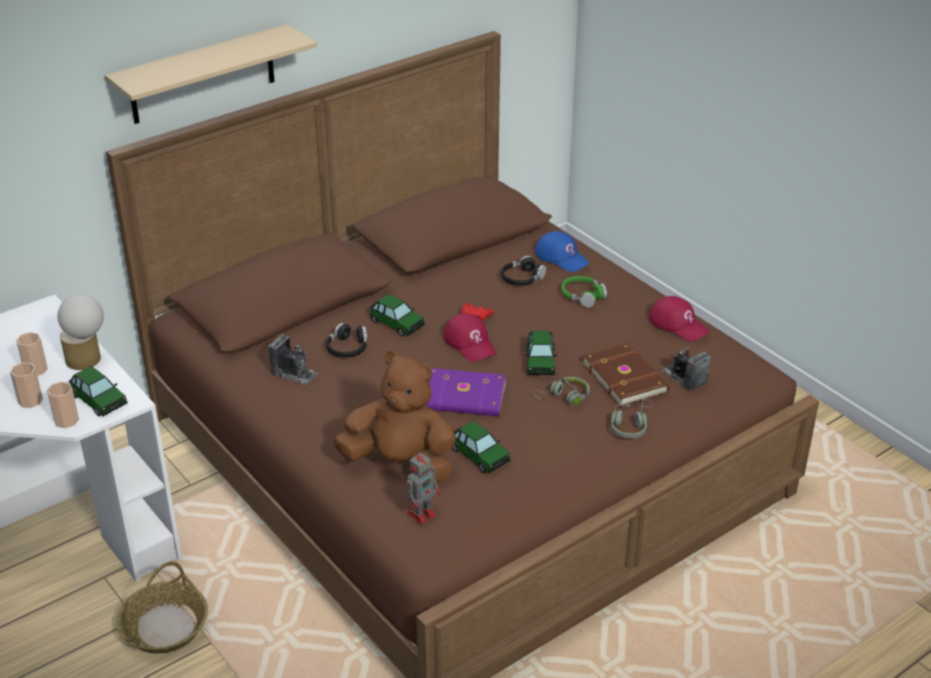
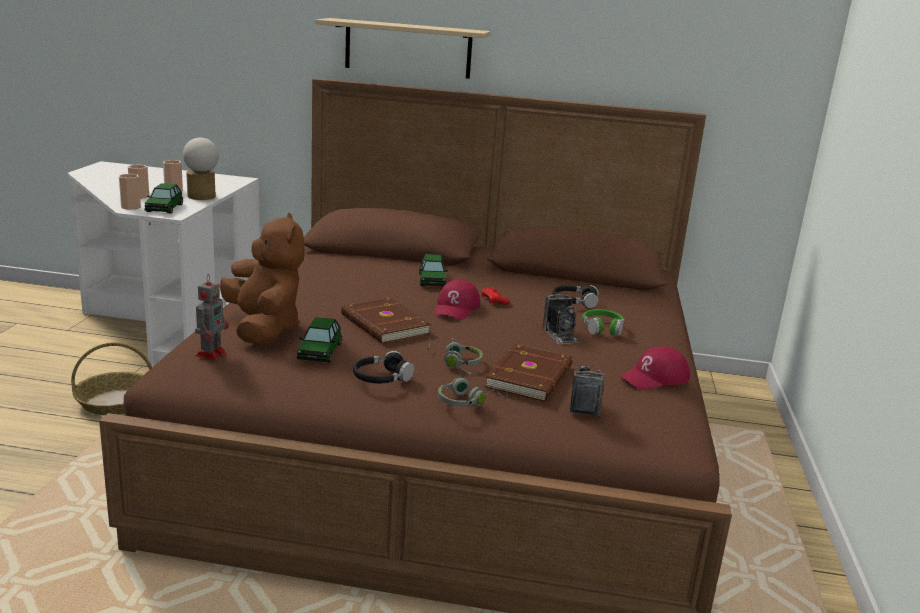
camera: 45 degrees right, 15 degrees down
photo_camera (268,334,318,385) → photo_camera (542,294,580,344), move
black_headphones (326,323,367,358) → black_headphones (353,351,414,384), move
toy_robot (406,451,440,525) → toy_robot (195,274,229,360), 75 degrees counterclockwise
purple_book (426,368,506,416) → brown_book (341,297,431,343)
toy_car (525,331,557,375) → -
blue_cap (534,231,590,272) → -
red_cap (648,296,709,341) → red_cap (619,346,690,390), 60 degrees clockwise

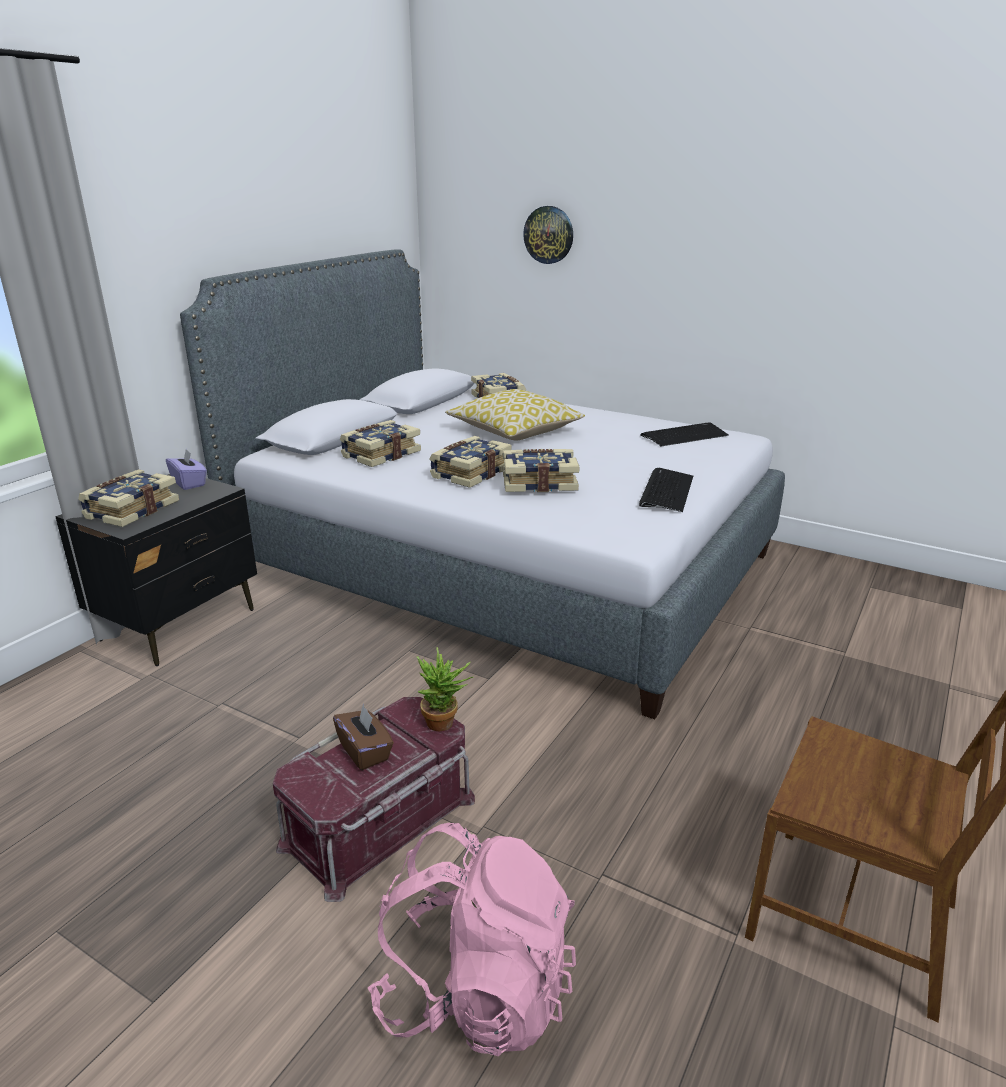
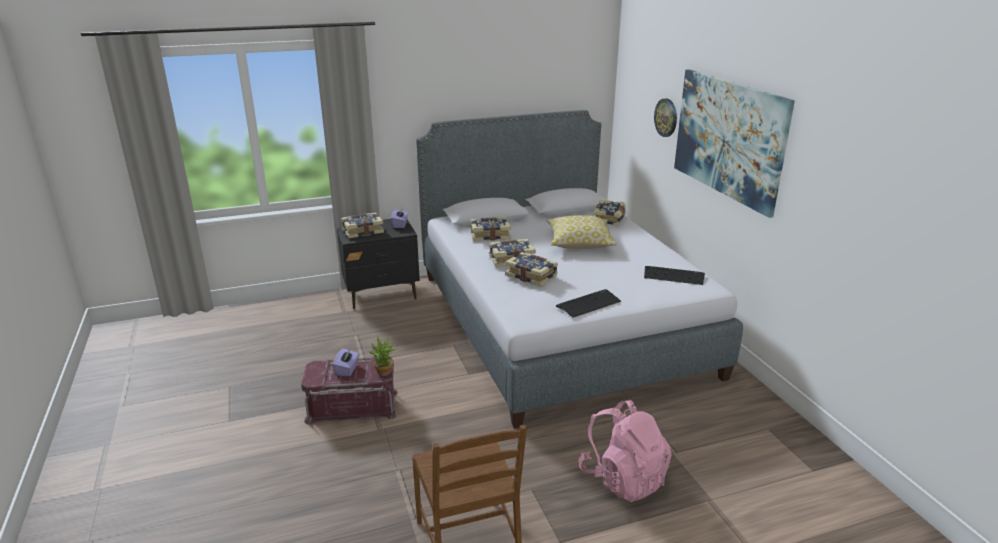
camera: 40 degrees right, 0 degrees up
brown_tissue_box (333,704,394,770) → purple_tissue_box (333,349,359,376)
pink_backpack (368,823,576,1056) → pink_backpack (578,400,672,502), move
- → picture (674,69,795,218)

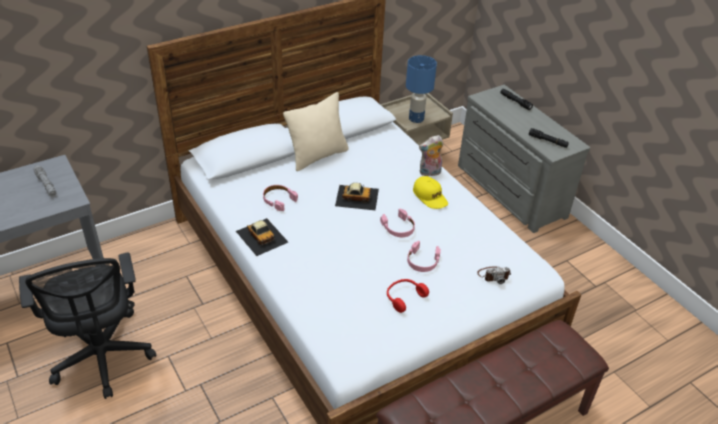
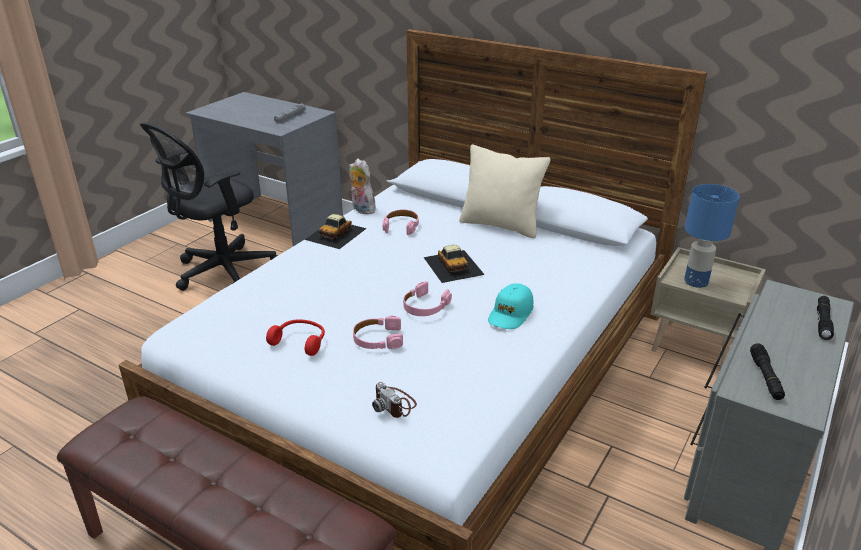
camera: 65 degrees right, 10 degrees down
yellow_cap (413,176,448,209) → turquoise_cap (488,283,534,329)
plush_toy (419,135,443,176) → plush_toy (349,158,376,214), move

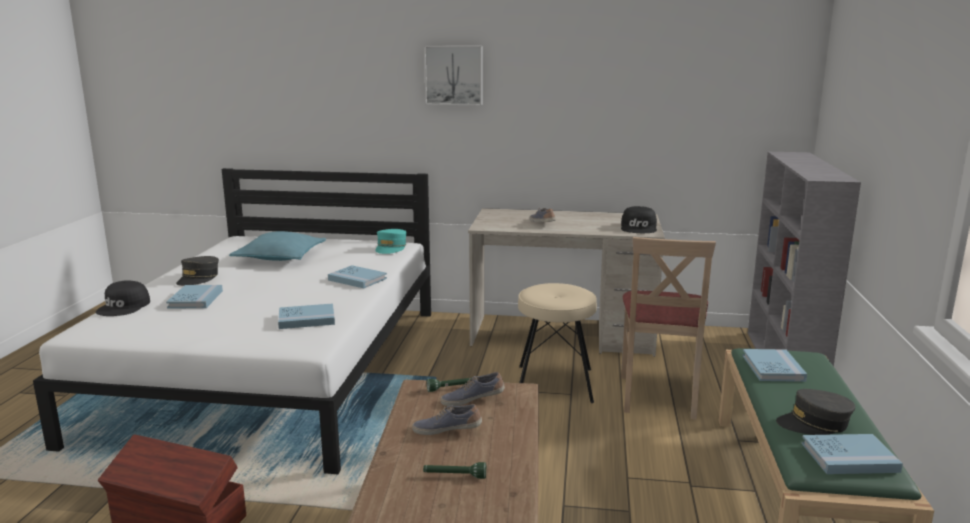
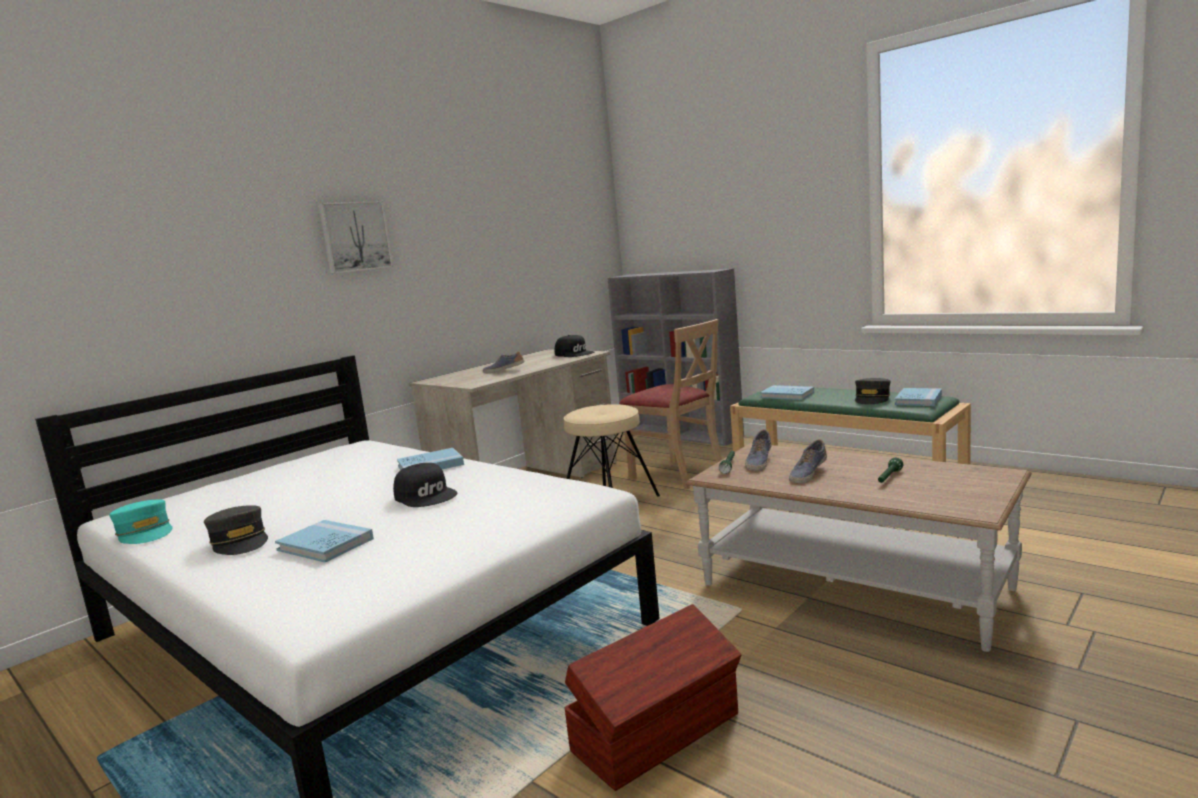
camera: 55 degrees left, 5 degrees down
black_cap (96,281,150,316) → black_cap (393,463,457,507), move
turquoise_pillow (229,231,326,261) → -
blue_book (278,303,335,329) → -
turquoise_cap (375,229,407,254) → turquoise_cap (109,500,173,544), move

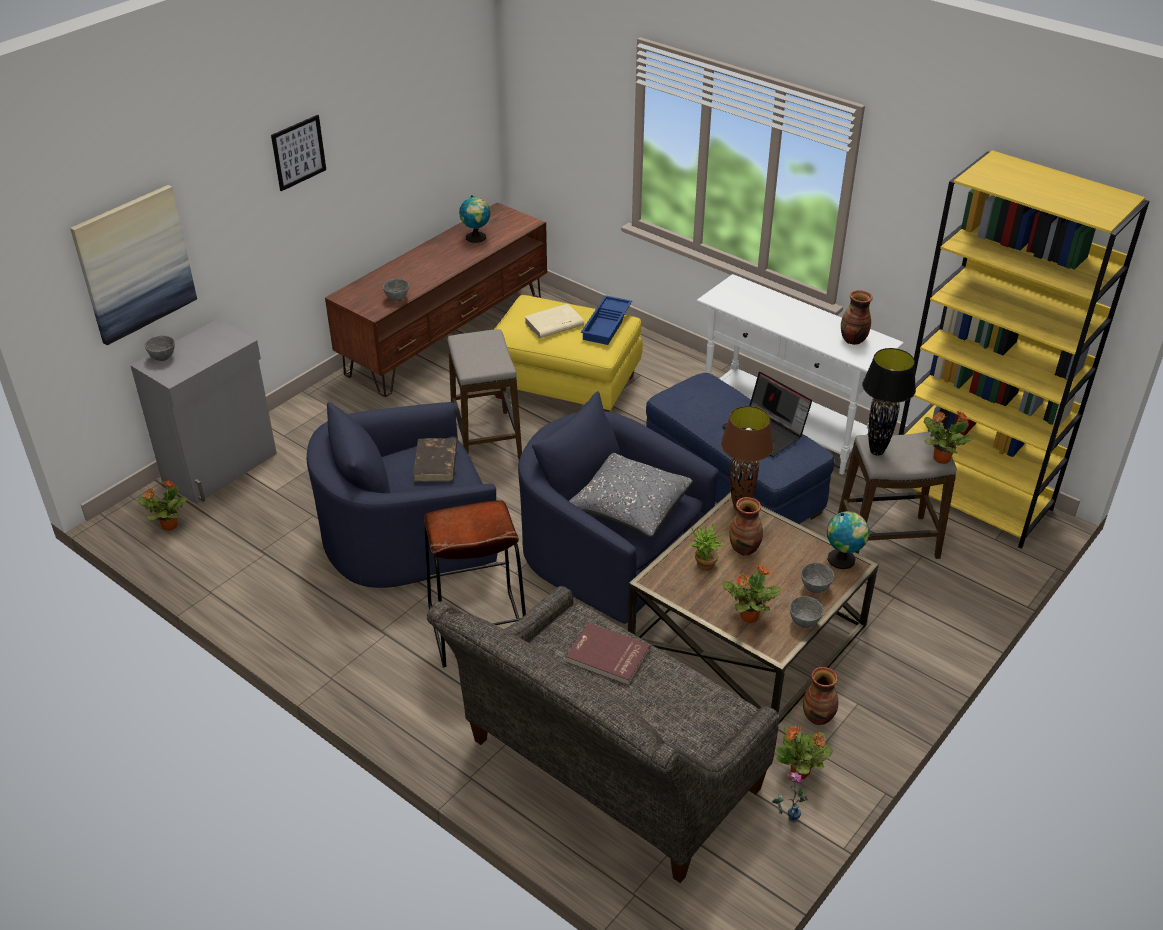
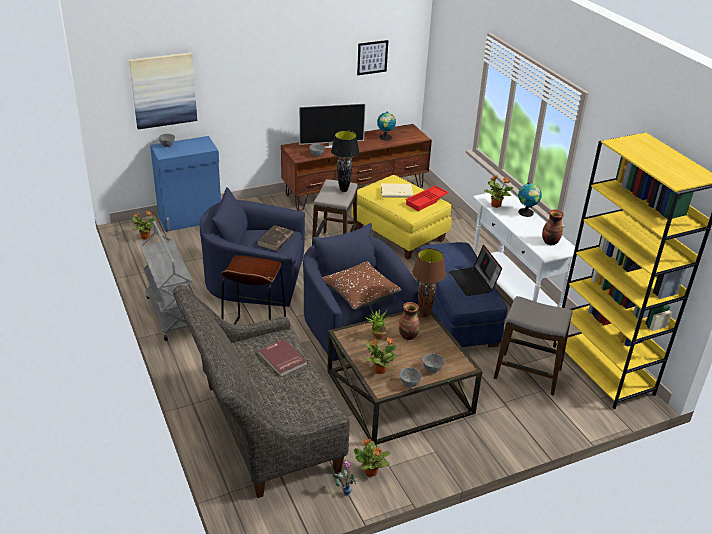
camera: 25 degrees right, 5 degrees down
grey_cabinet (130,319,277,504) → blue_cabinet (150,136,221,232)
picture (271,115,326,191) → picture (357,40,388,75), move
grey_pillow (569,453,693,538) → brown_pillow (322,262,402,310)
blue_tray (581,295,632,345) → red_tray (405,185,449,211)
vase (803,667,838,725) → -
globe (827,511,869,569) → globe (518,182,542,217), move
black_table_lamp (862,348,916,456) → black_table_lamp (331,130,359,192), move
potted_plant (924,411,974,464) → potted_plant (484,176,514,208), move
- → grey_cart (140,221,192,341)
- → television (299,103,366,148)

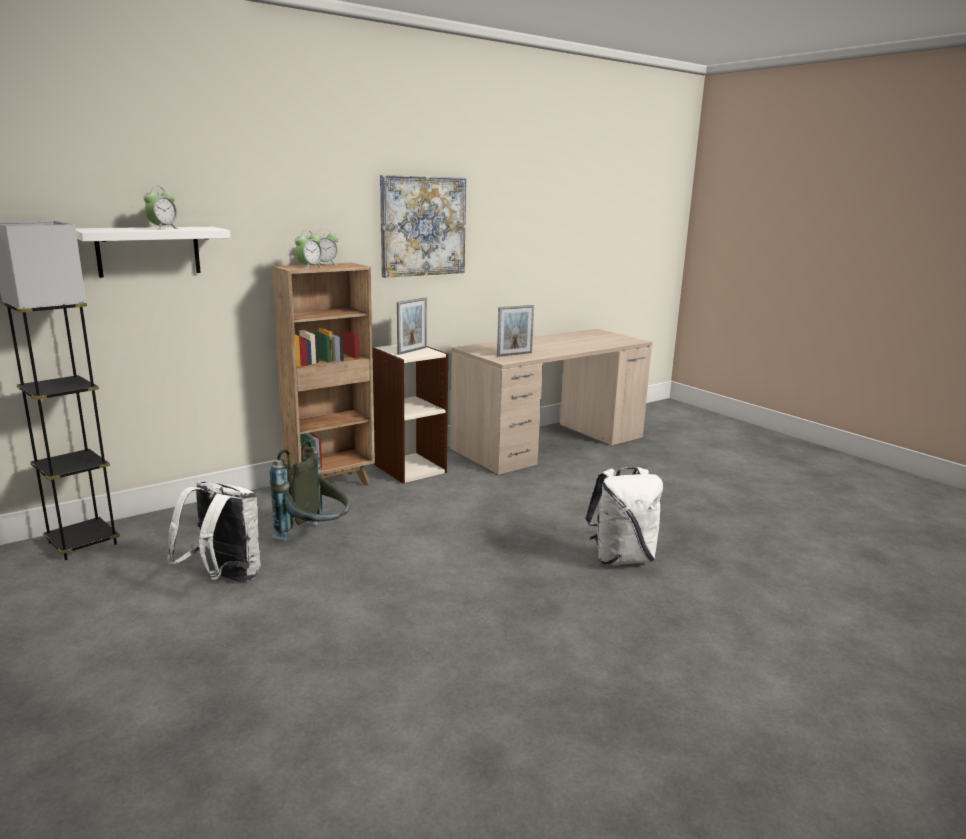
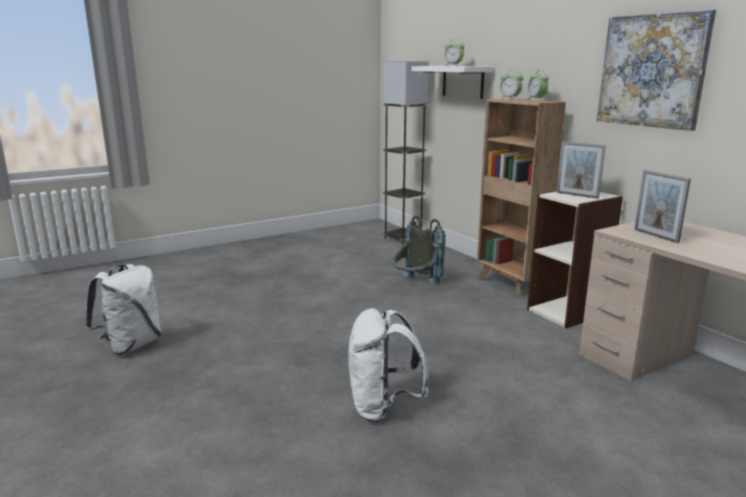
camera: 95 degrees right, 0 degrees up
white_backpack (167,481,261,582) → white_backpack (85,264,161,355), move

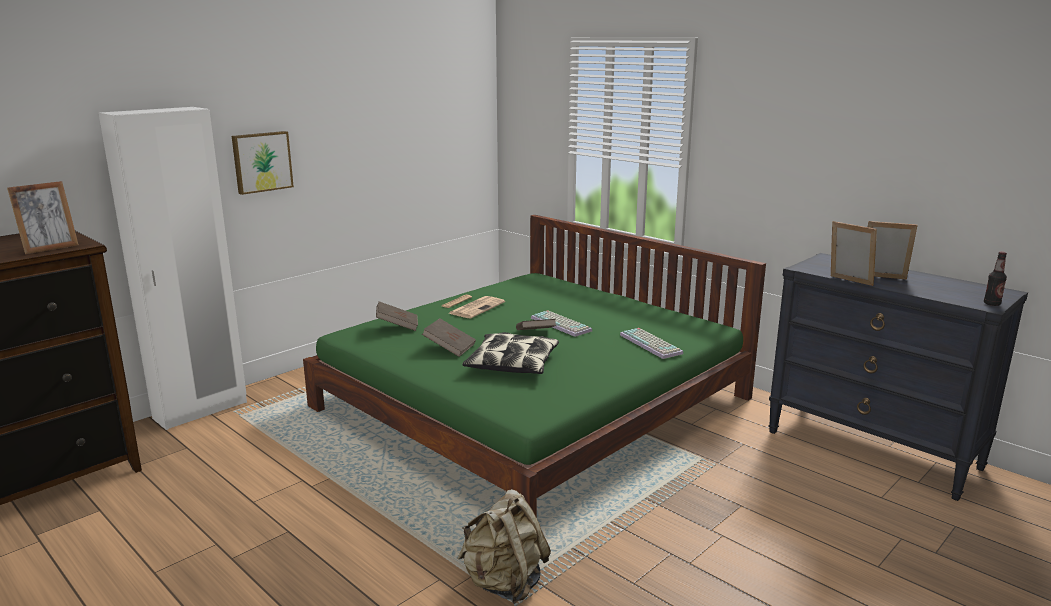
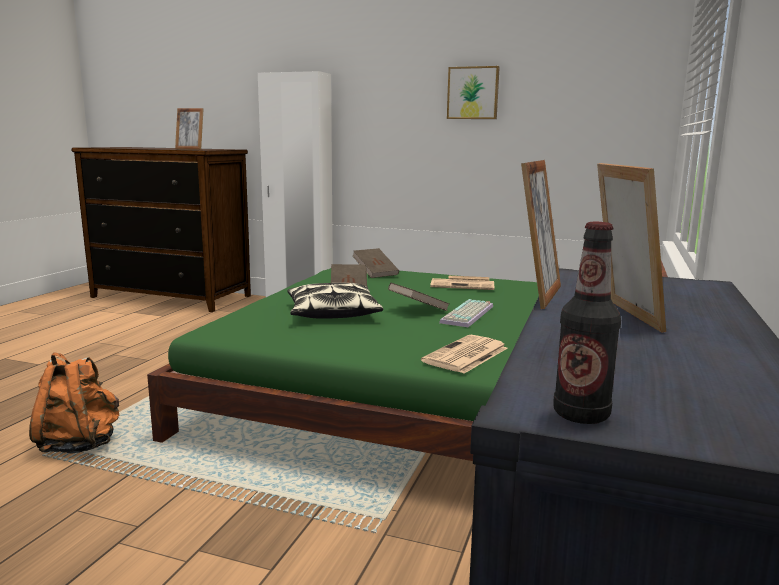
camera: 65 degrees right, 5 degrees down
picture (232,131,294,195) → picture (447,66,500,119), move
beige_backpack (457,489,551,604) → orange_backpack (29,352,119,453)
keyboard (620,328,683,359) → newspaper (421,335,508,374)

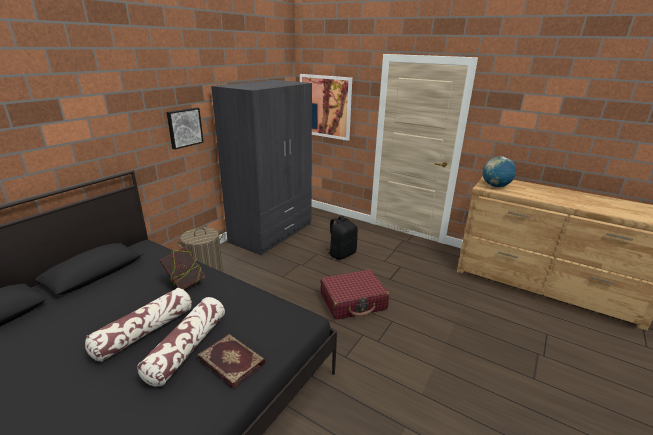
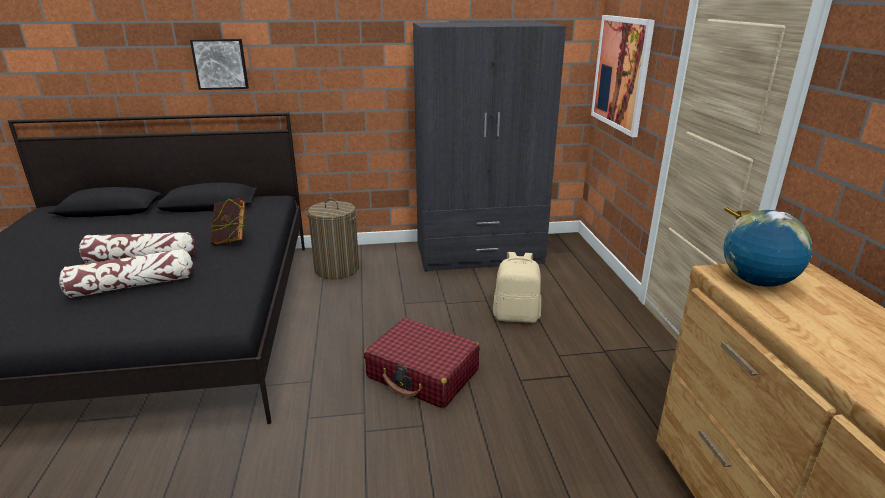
camera: 50 degrees right, 0 degrees up
picture (167,108,204,149) → picture (190,39,249,90), move
book (198,334,266,389) → -
black_backpack (327,216,358,260) → beige_backpack (493,252,541,323)

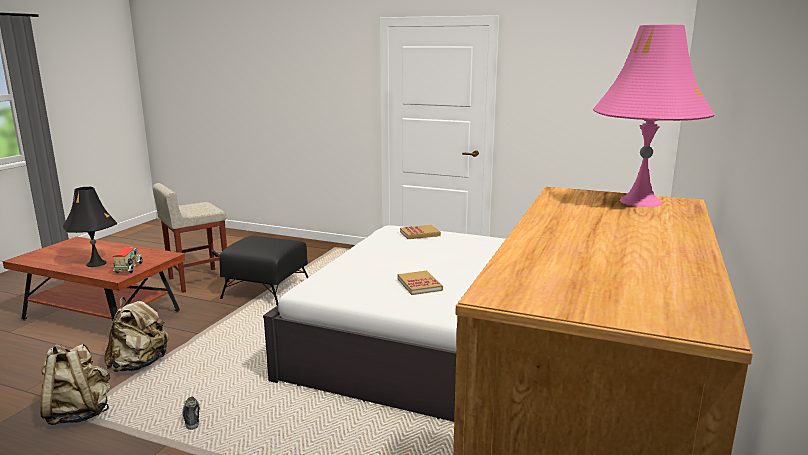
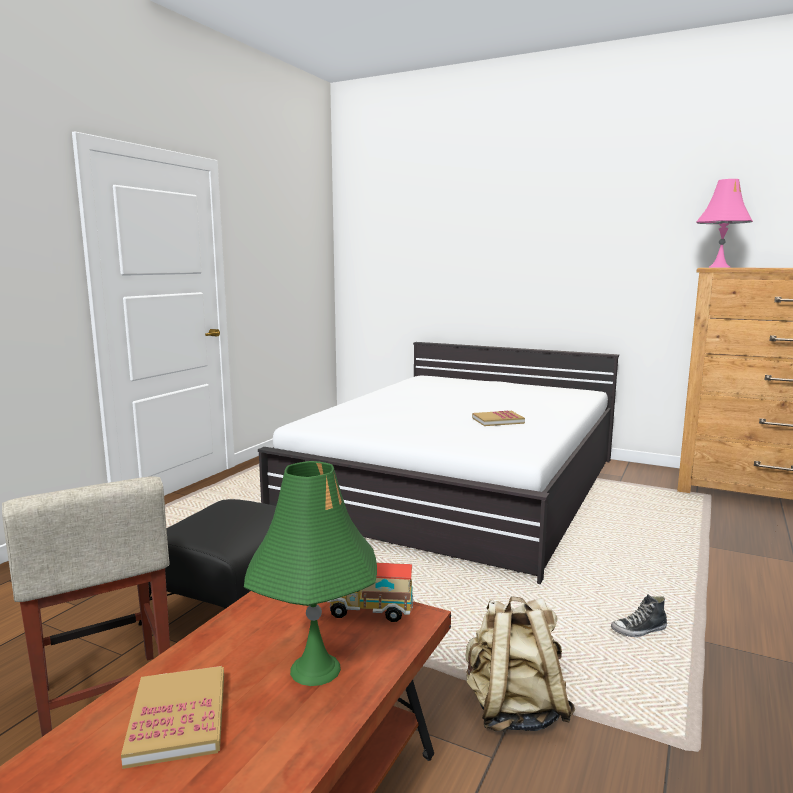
camera: 85 degrees left, 5 degrees down
beige_backpack (40,344,111,425) → -
black_table_lamp (63,187,117,267) → green_table_lamp (244,461,377,686)
book (400,225,441,239) → book (121,666,224,769), move

